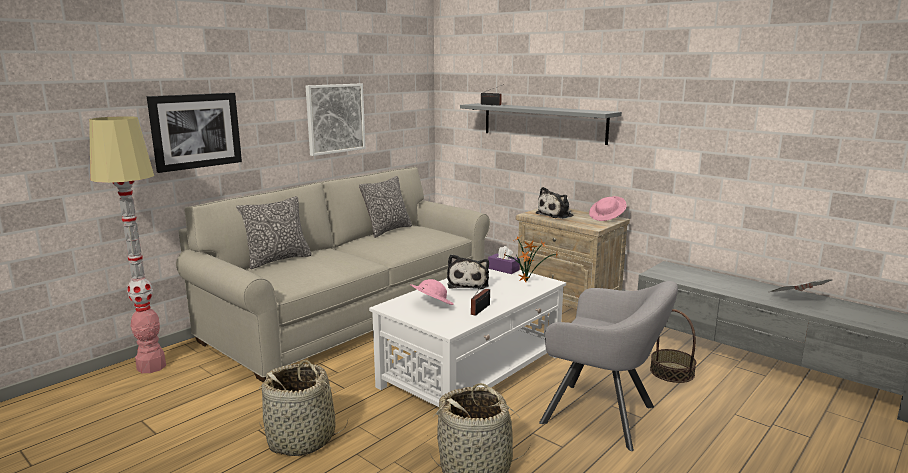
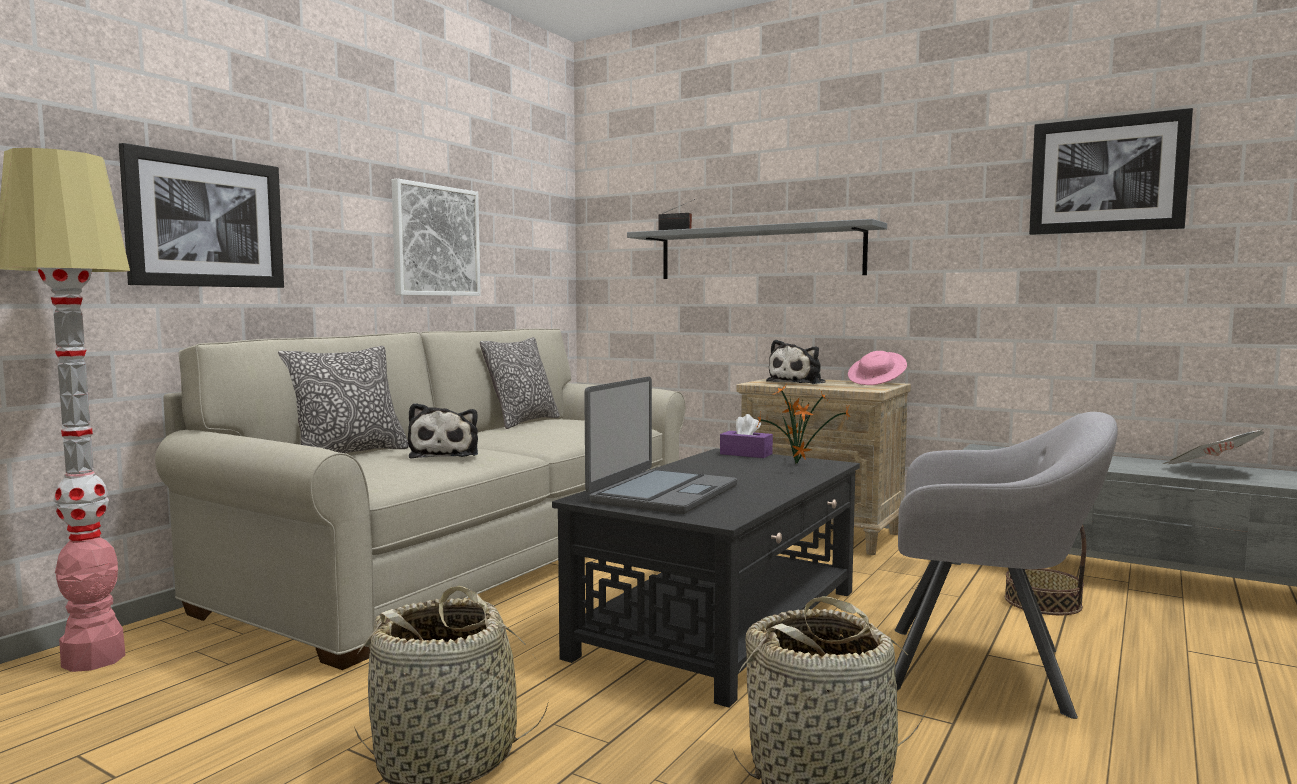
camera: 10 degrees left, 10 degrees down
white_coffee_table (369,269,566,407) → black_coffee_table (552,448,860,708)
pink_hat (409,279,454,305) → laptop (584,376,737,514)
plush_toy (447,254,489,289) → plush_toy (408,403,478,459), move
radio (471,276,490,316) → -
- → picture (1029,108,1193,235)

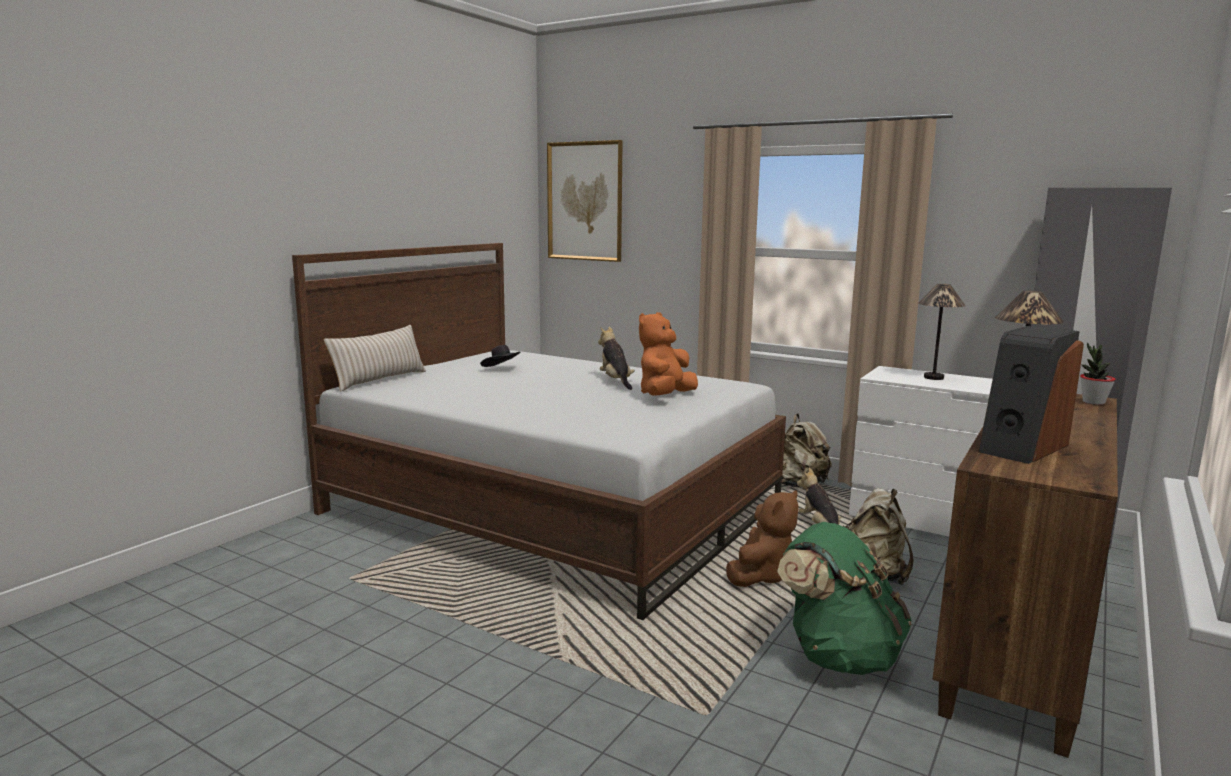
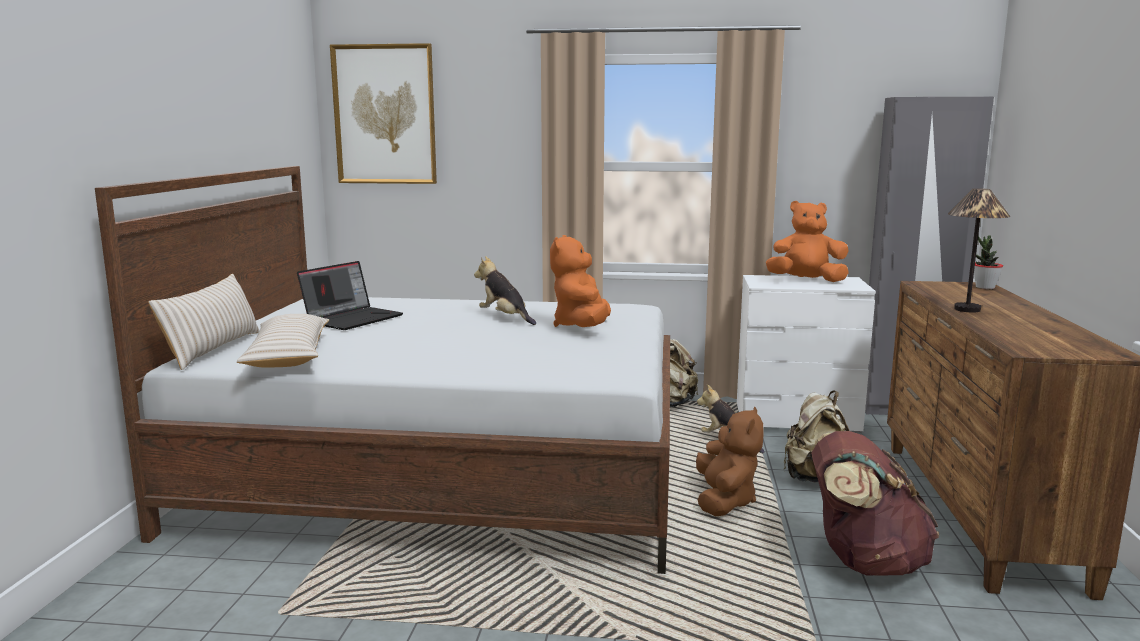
camera: 25 degrees left, 0 degrees up
black_hat (480,345,521,367) → laptop (297,261,403,330)
green_backpack (777,522,912,675) → brown_backpack (811,431,939,576)
table_lamp (919,284,965,380) → orange_plush_toy (766,201,849,282)
speaker (978,326,1084,464) → -
- → beige_pillow (237,314,329,368)

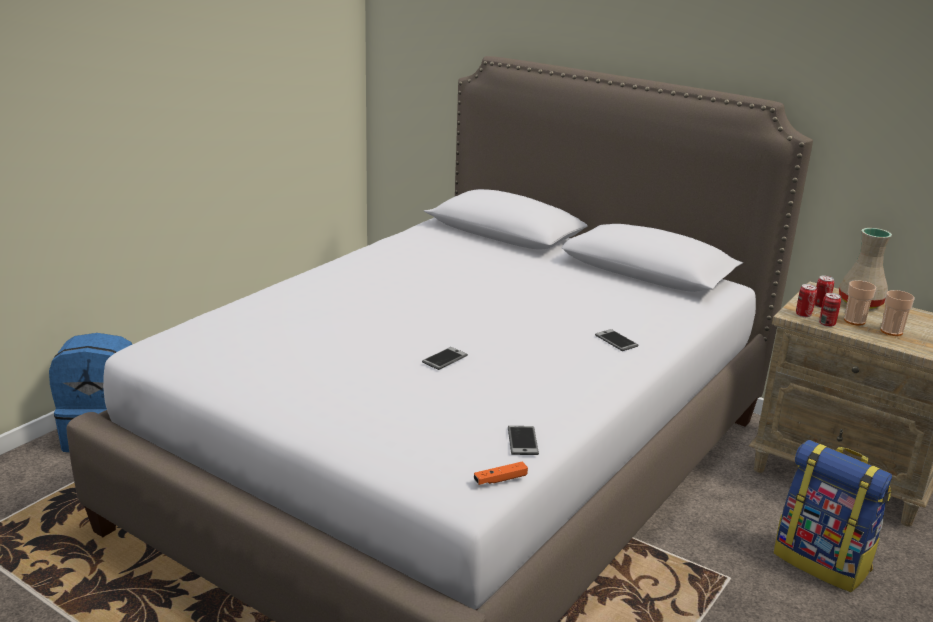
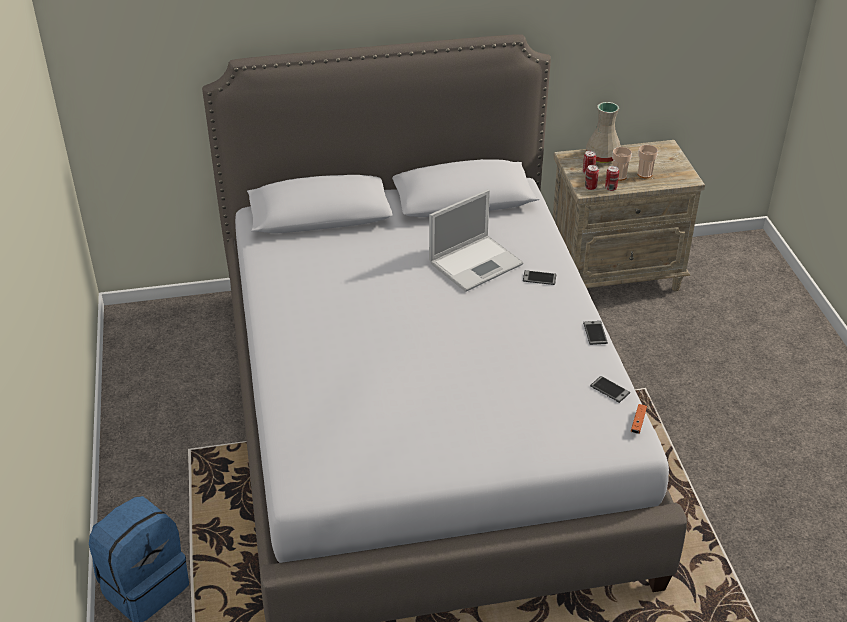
camera: 45 degrees left, 15 degrees up
phone (422,347,468,370) → phone (583,321,608,345), move
backpack (774,440,892,592) → -
- → laptop (429,189,523,292)

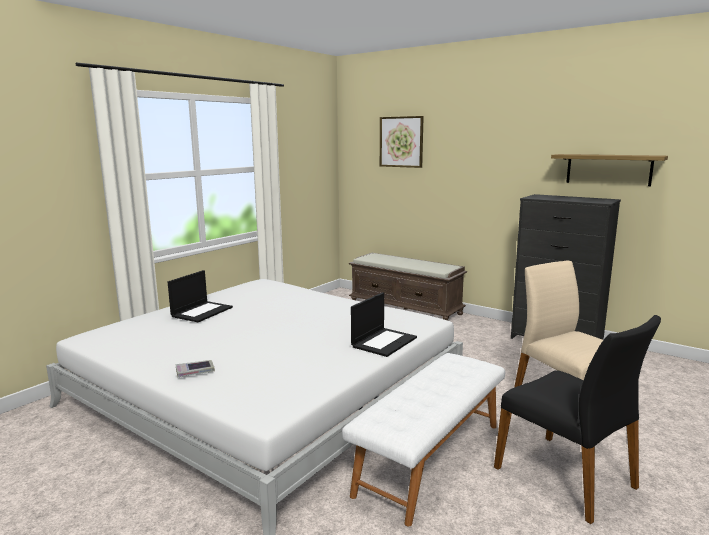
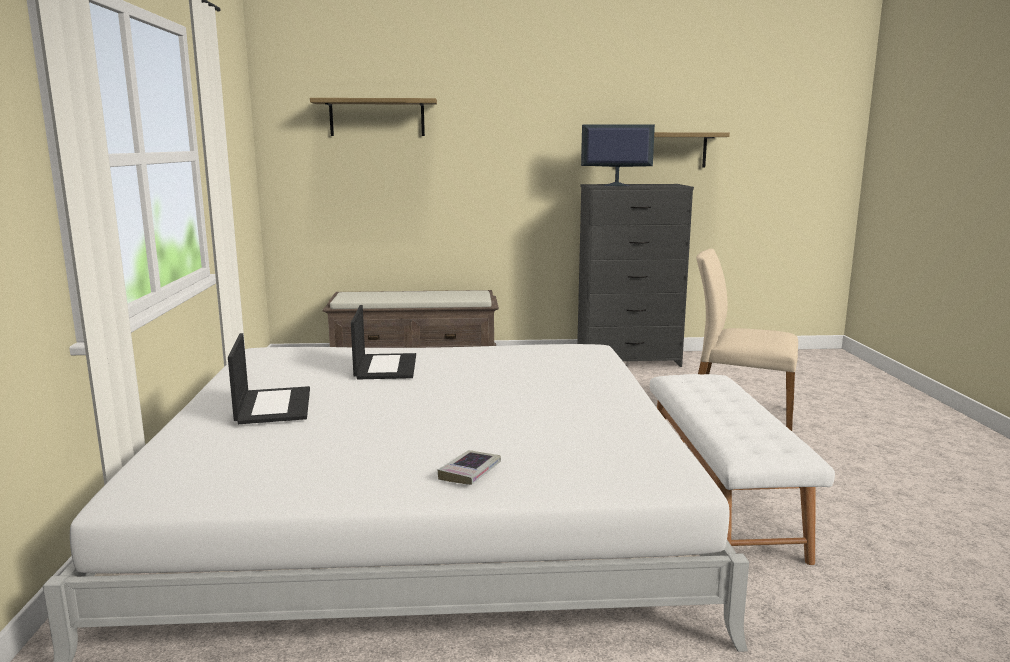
camera: 40 degrees left, 0 degrees up
laptop (351,292,417,357) → laptop (351,305,416,380), move
picture (380,116,424,168) → shelf (310,98,437,136)
black_chair (494,315,661,524) → -
- → monitor (581,124,655,186)

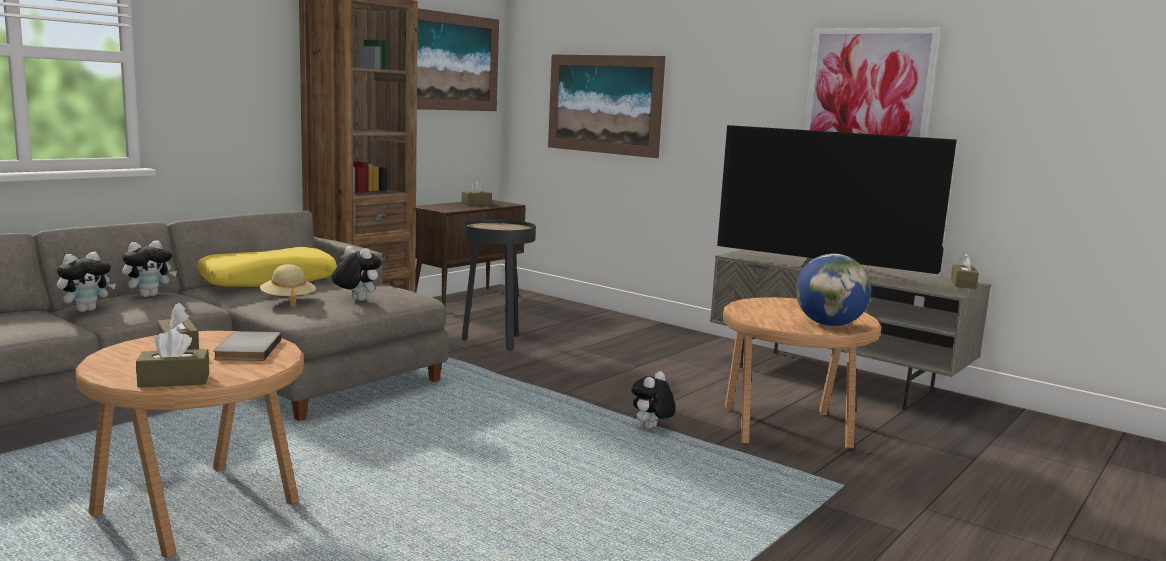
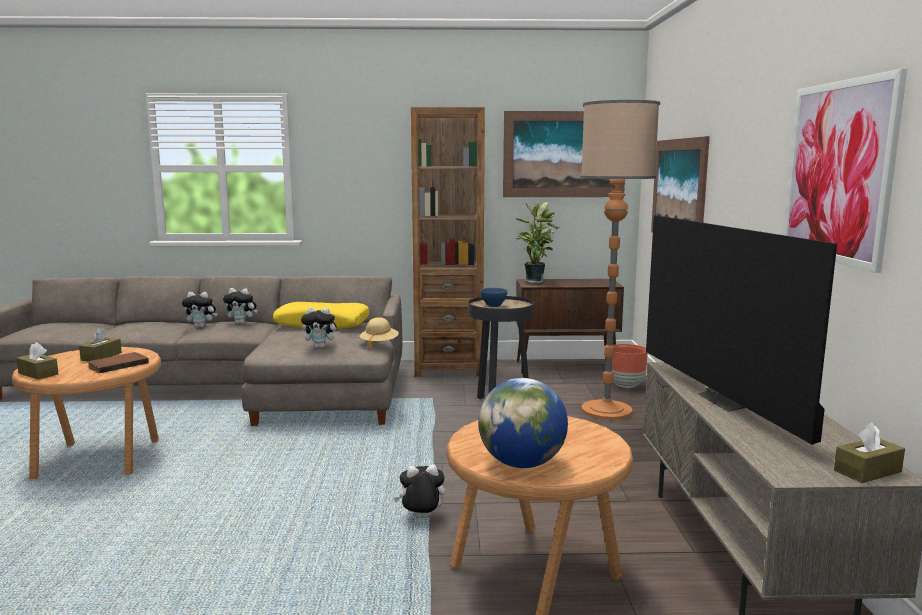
camera: 50 degrees right, 0 degrees up
grey_book (213,331,282,361) → brown_book (87,352,149,373)
beige_hat (260,264,316,307) → beige_hat (360,317,399,349), move
plush_toy (331,246,382,301) → plush_toy (301,307,340,348), 105 degrees clockwise
brown_tissue_box (462,181,492,205) → -
- → blue_bowl (480,288,508,307)
- → potted_plant (516,202,560,284)
- → floor_lamp (580,100,660,420)
- → brown_planter (612,344,648,388)

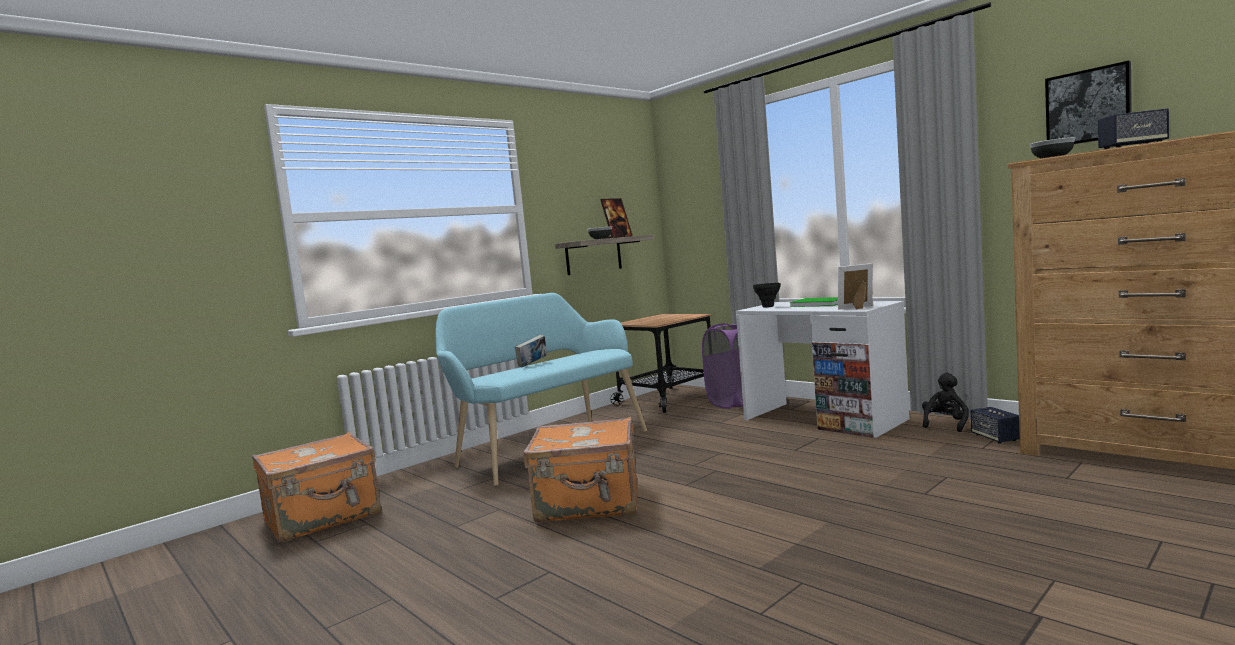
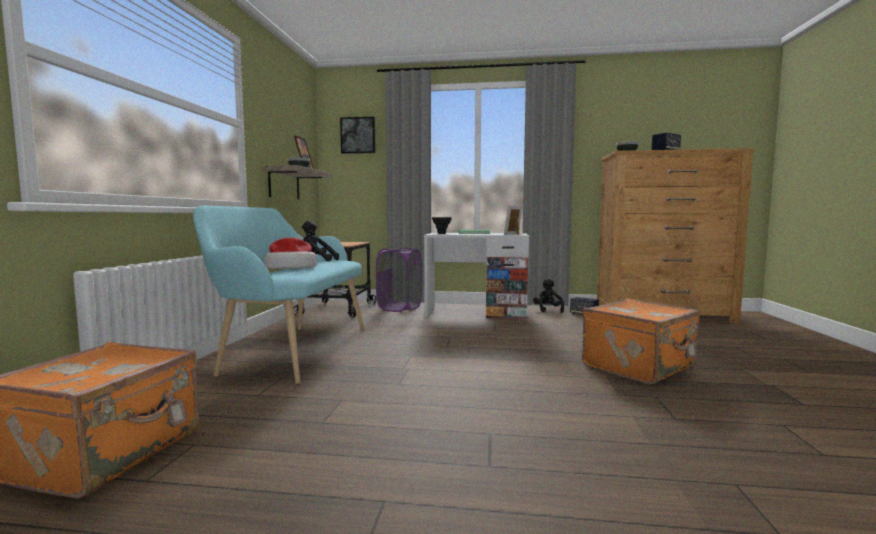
camera: 40 degrees left, 0 degrees up
book (515,335,547,367) → hat (264,238,316,269)
orange_suitcase (524,417,637,522) → orange_suitcase (582,299,700,385), move
picture (1045,61,1132,144) → picture (340,117,376,154), move
- → black_plush_toy (302,221,339,261)

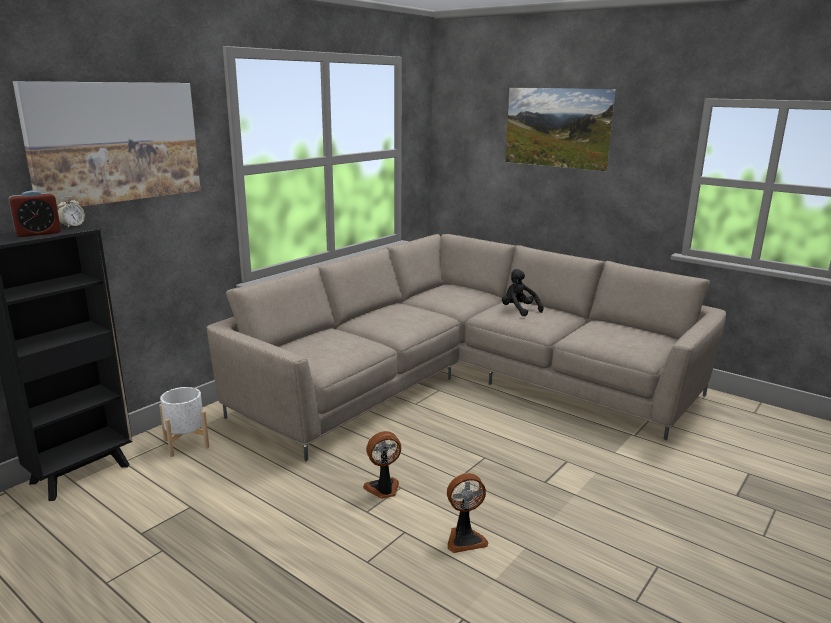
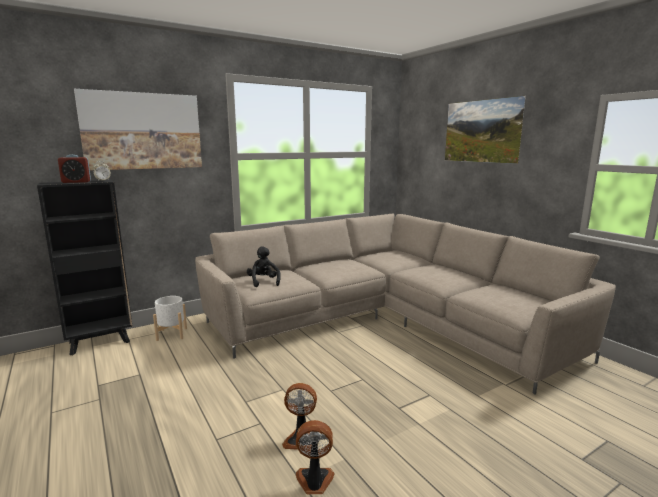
camera: 20 degrees right, 5 degrees down
fan (363,431,401,499) → fan (296,420,335,494), move
black_plush_toy (502,269,544,317) → black_plush_toy (247,246,281,287), move

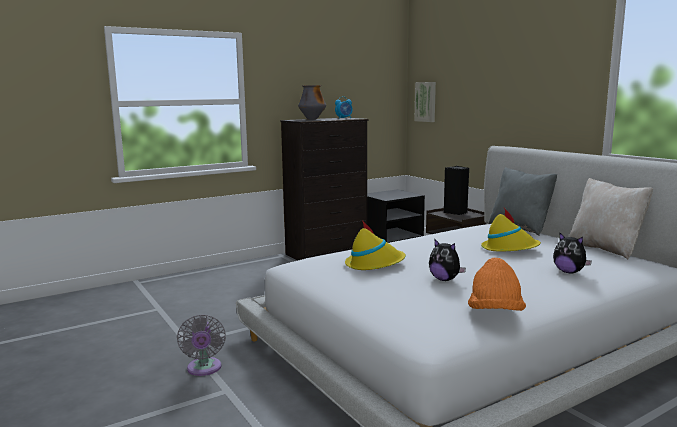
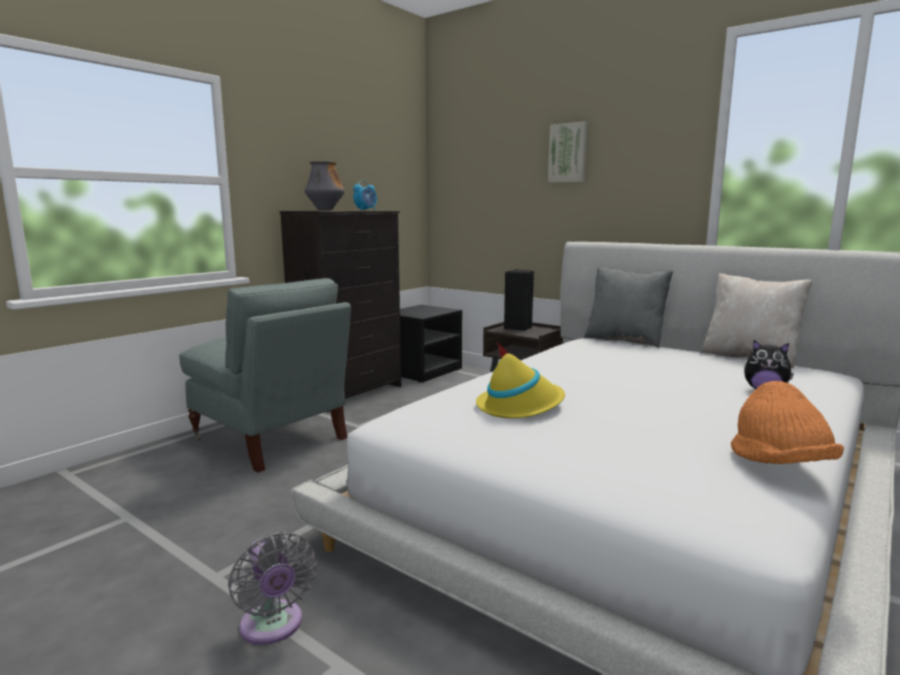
camera: 20 degrees left, 0 degrees up
picture (414,82,436,122) → picture (548,121,588,183), move
plush_toy (429,239,466,281) → -
yellow_hat (481,208,541,251) → -
- → grey_armchair (179,278,351,473)

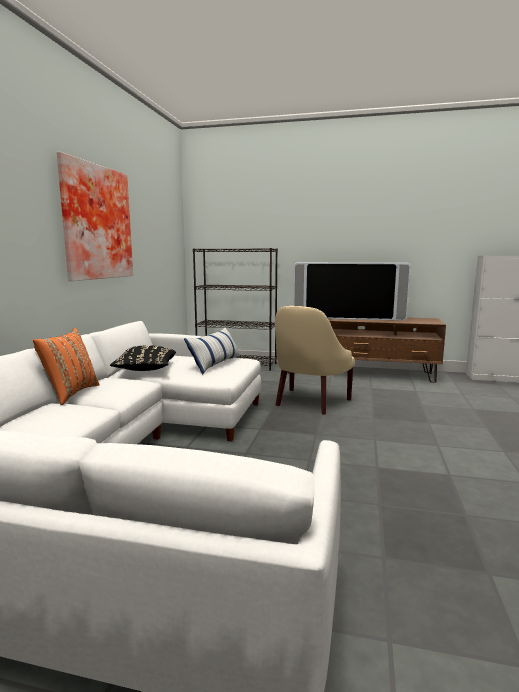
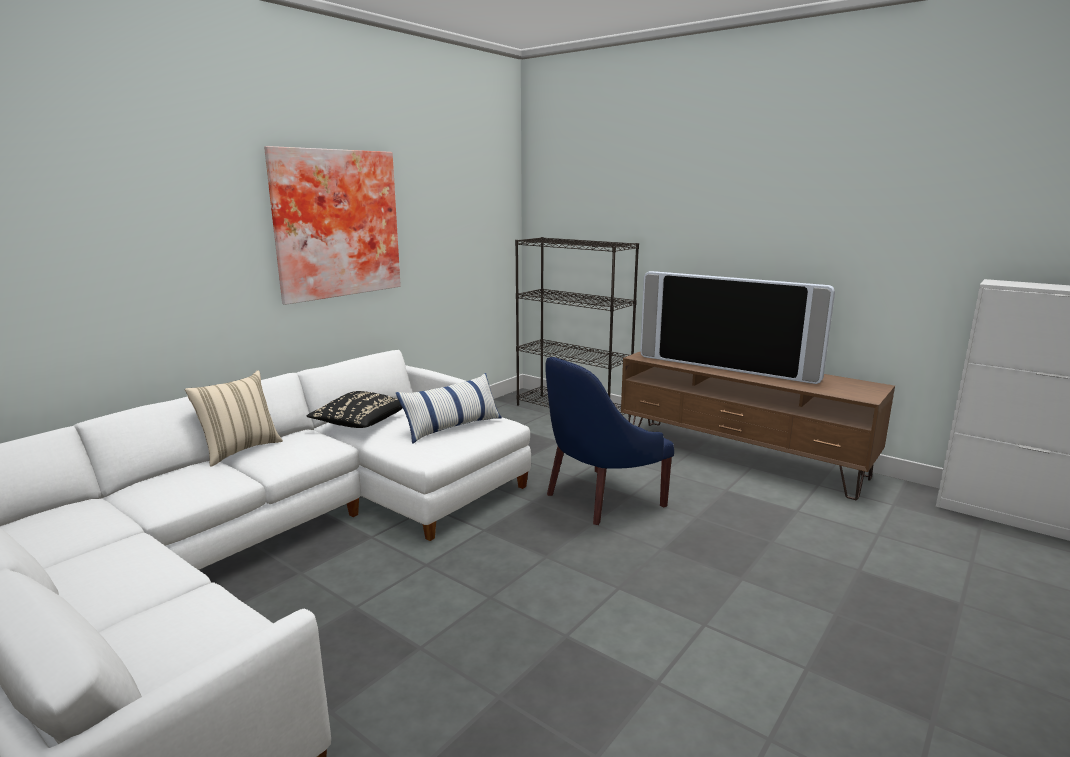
camera: 25 degrees right, 5 degrees up
orange_pillow (33,328,100,405) → beige_pillow (185,370,283,467)
beige_armchair (275,306,355,415) → blue_armchair (545,357,674,525)

